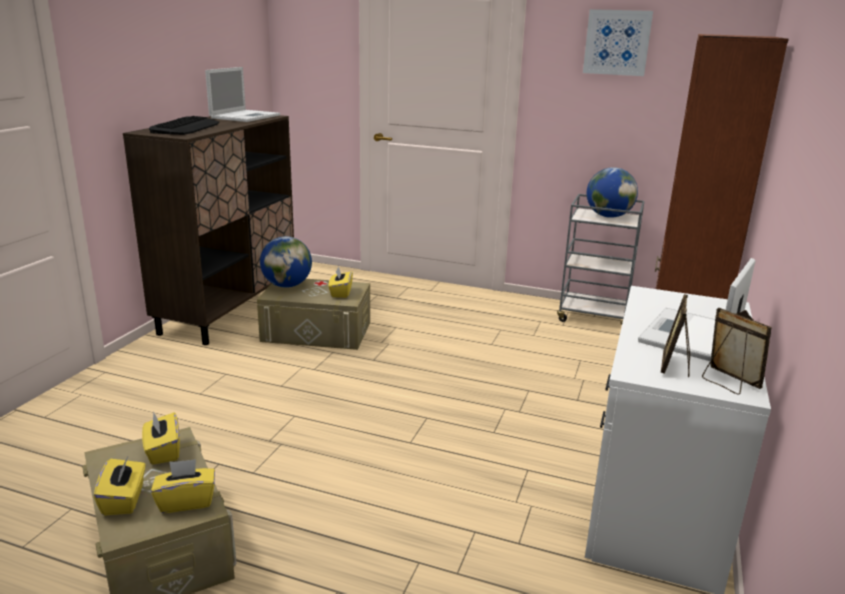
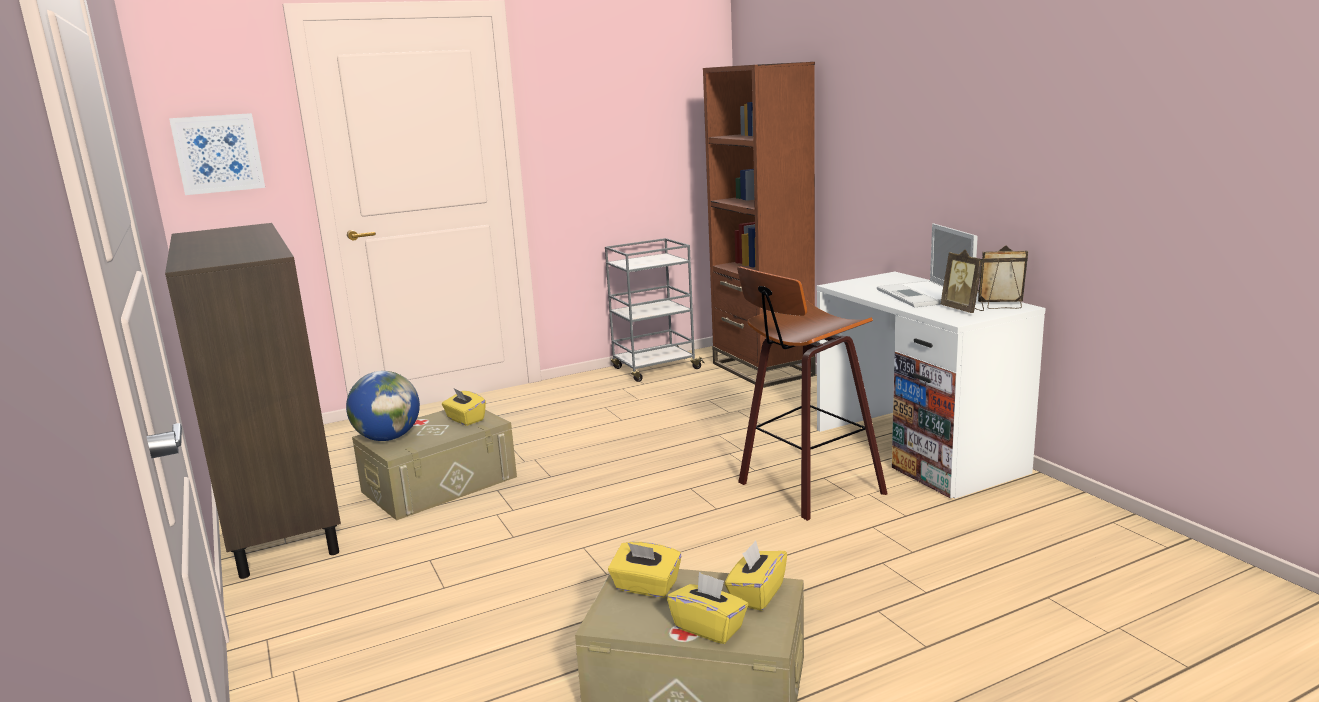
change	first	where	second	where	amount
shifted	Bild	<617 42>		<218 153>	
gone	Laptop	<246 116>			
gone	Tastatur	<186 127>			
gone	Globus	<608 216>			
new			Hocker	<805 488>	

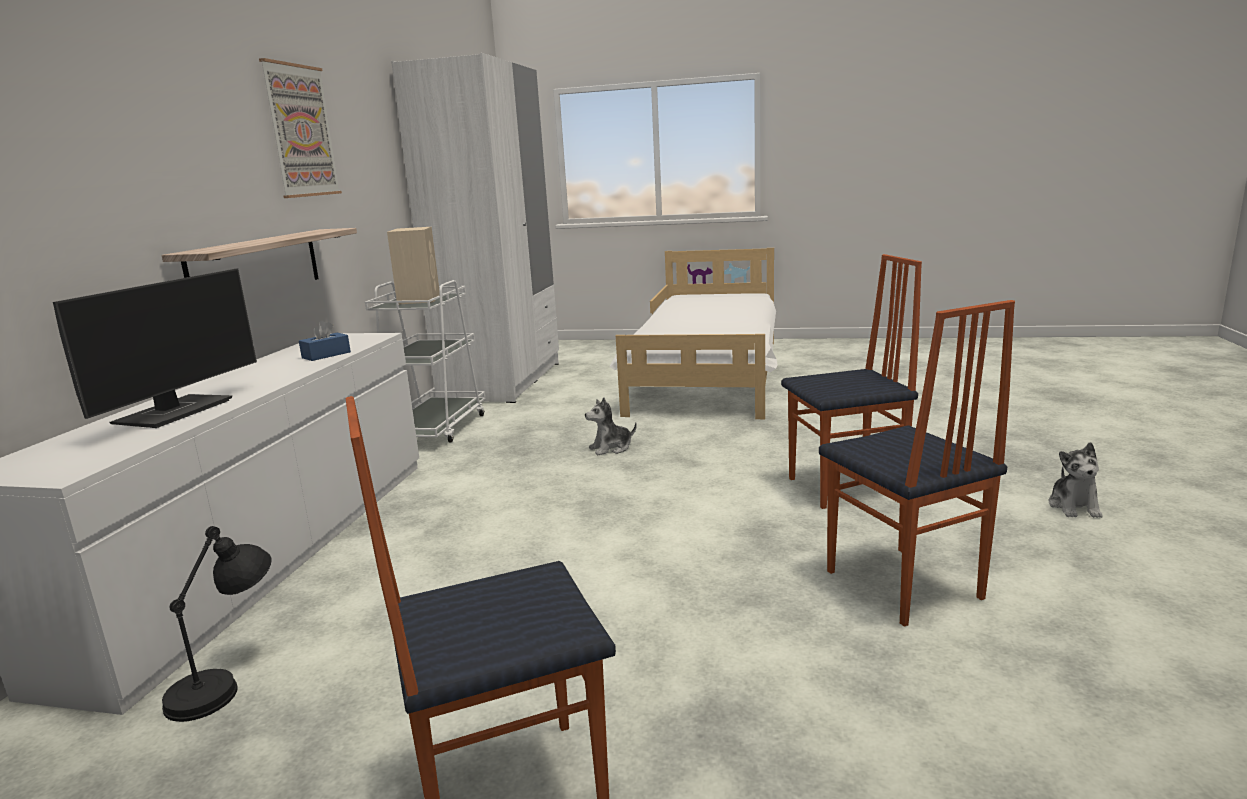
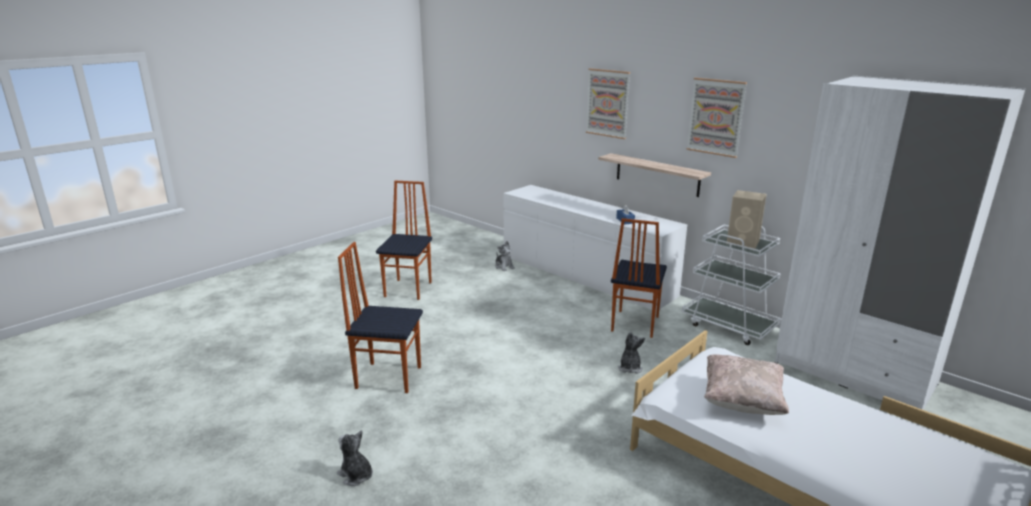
change	first	where	second	where	amount
shifted	Stuhl	<847 488>		<634 324>	
gone	Monitor	<175 411>			
swapped	Tischlampe/schwarz	<228 680>	Plüschtier	<504 266>	
new			Bild	<608 103>	
new			Kissen/beige	<742 401>	

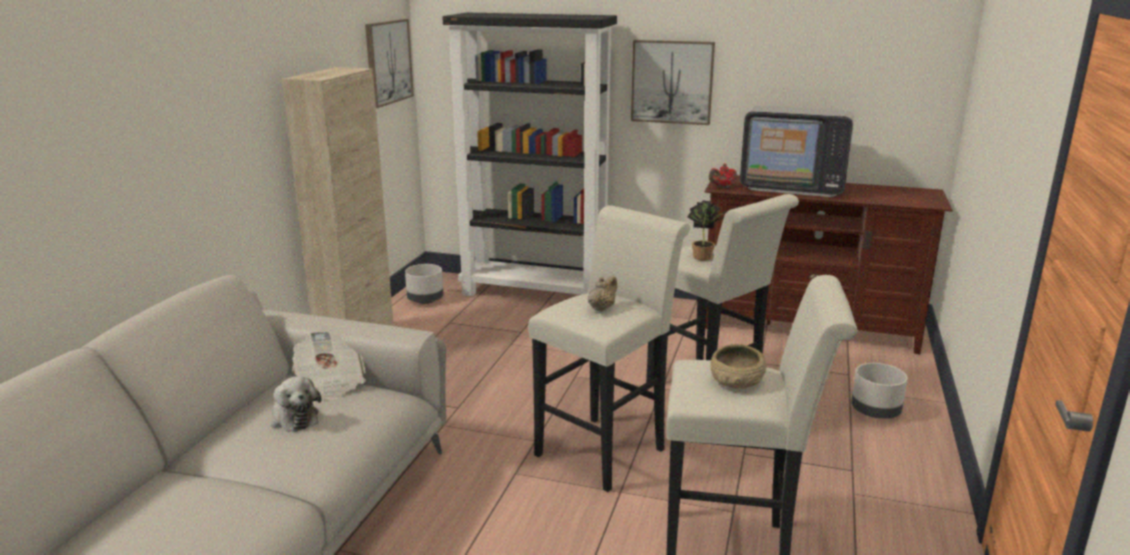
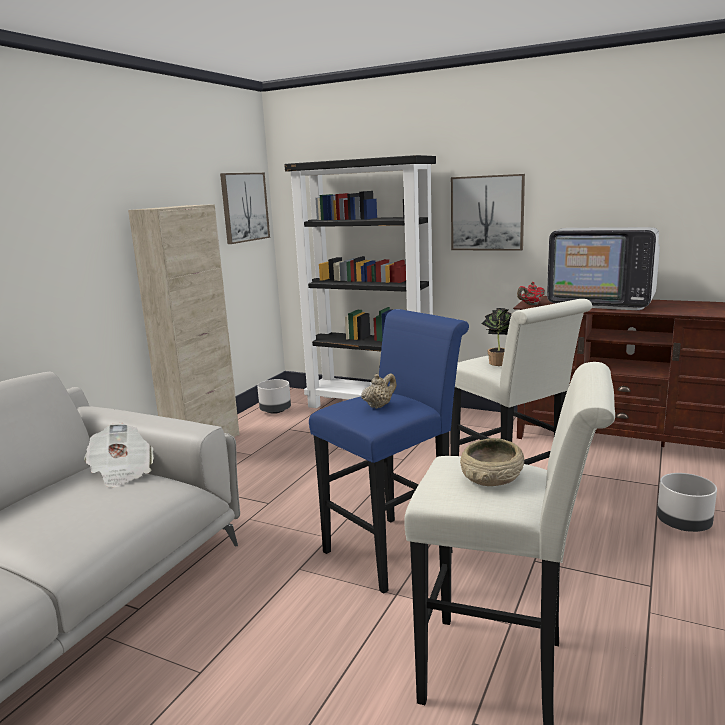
change	first	where	second	where	amount
repainted	Hocker/weiß	<606 448>	Hocker/blau	<395 549>	
gone	Plüschtier	<294 417>			

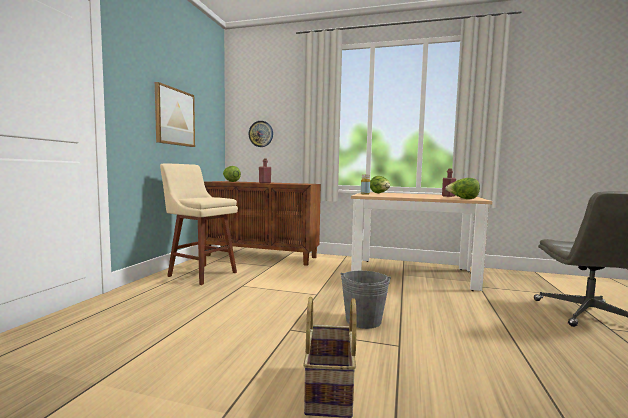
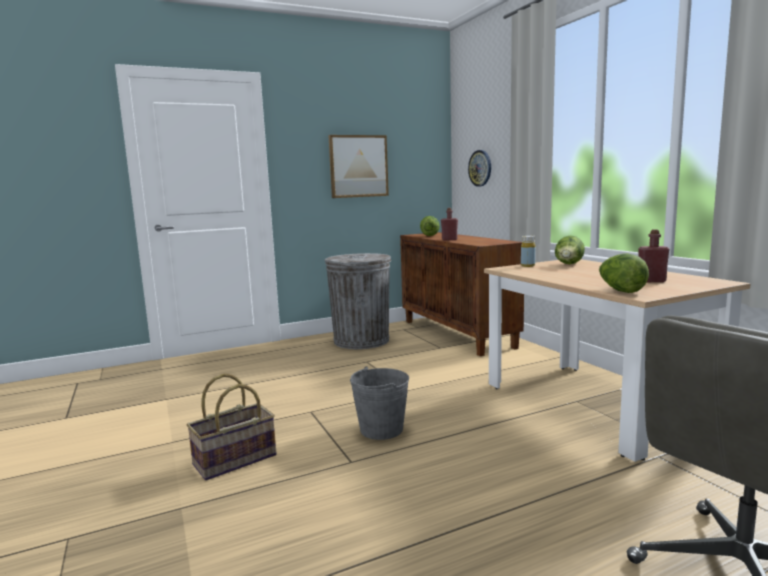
change	first	where	second	where	amount
swapped	Hocker/beige	<200 274>	Mülleimer/grau	<361 340>	

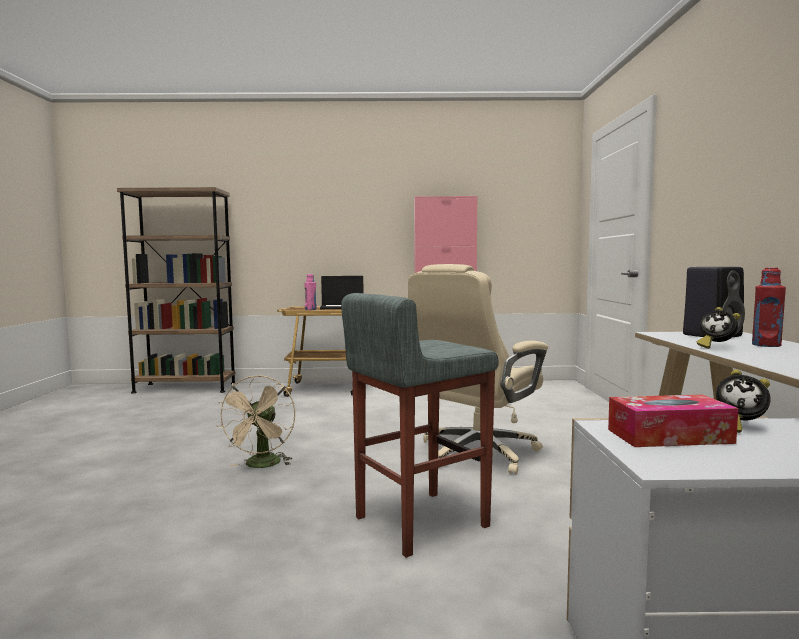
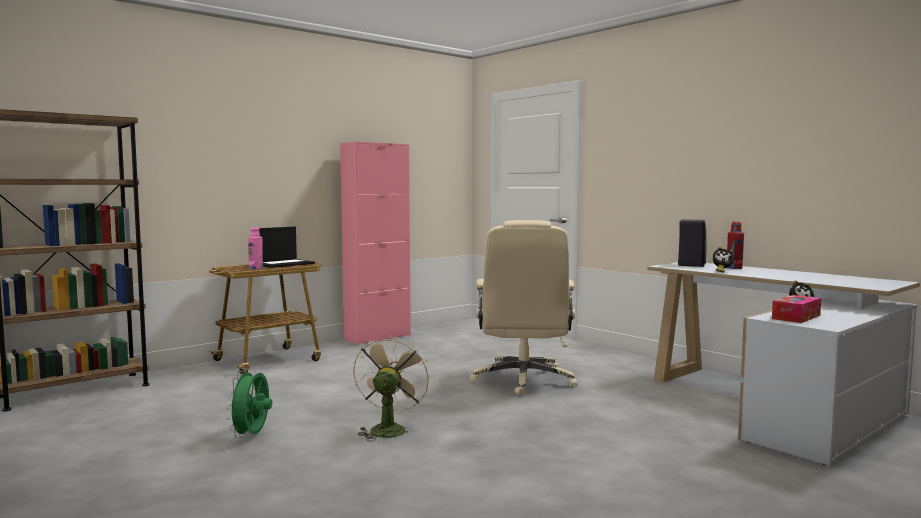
change	first	where	second	where	amount
gone	Hocker/grau	<419 521>			
rotated	Ventilator/beige	<261 465>		<388 429>	135 degrees counterclockwise
new			Ventilator/grün	<252 436>	

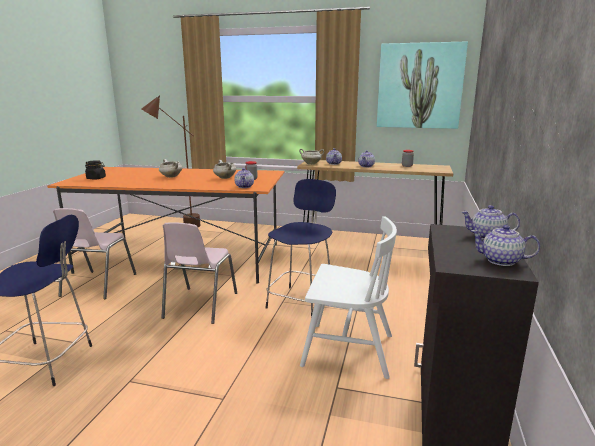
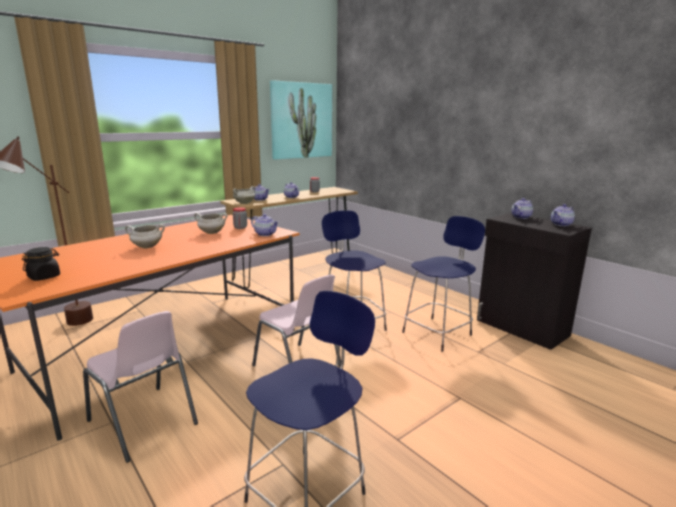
change	first	where	second	where	amount
swapped	Stuhl/weiß	<347 350>	Hocker/blau	<438 333>	

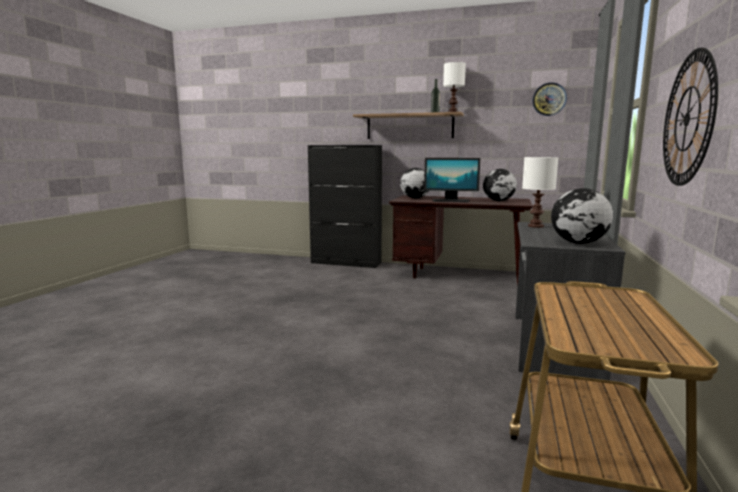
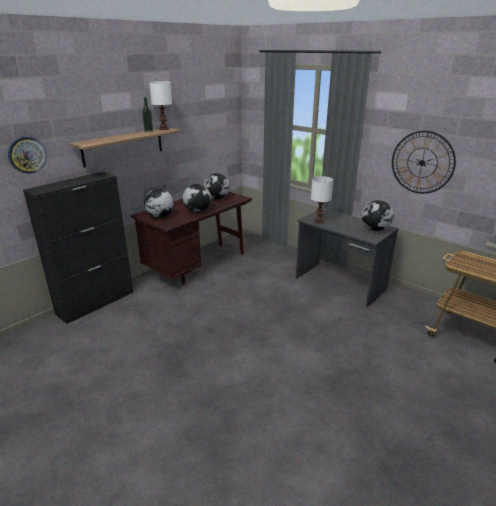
change	first	where	second	where	amount
shifted	Wanduhr	<549 99>		<27 155>	
swapped	Monitor	<450 201>	Globus	<197 211>	

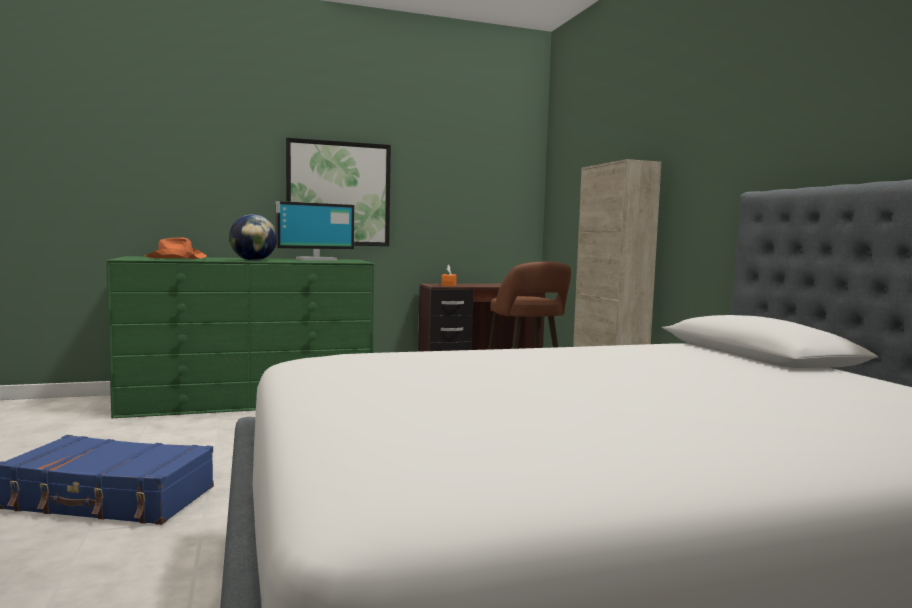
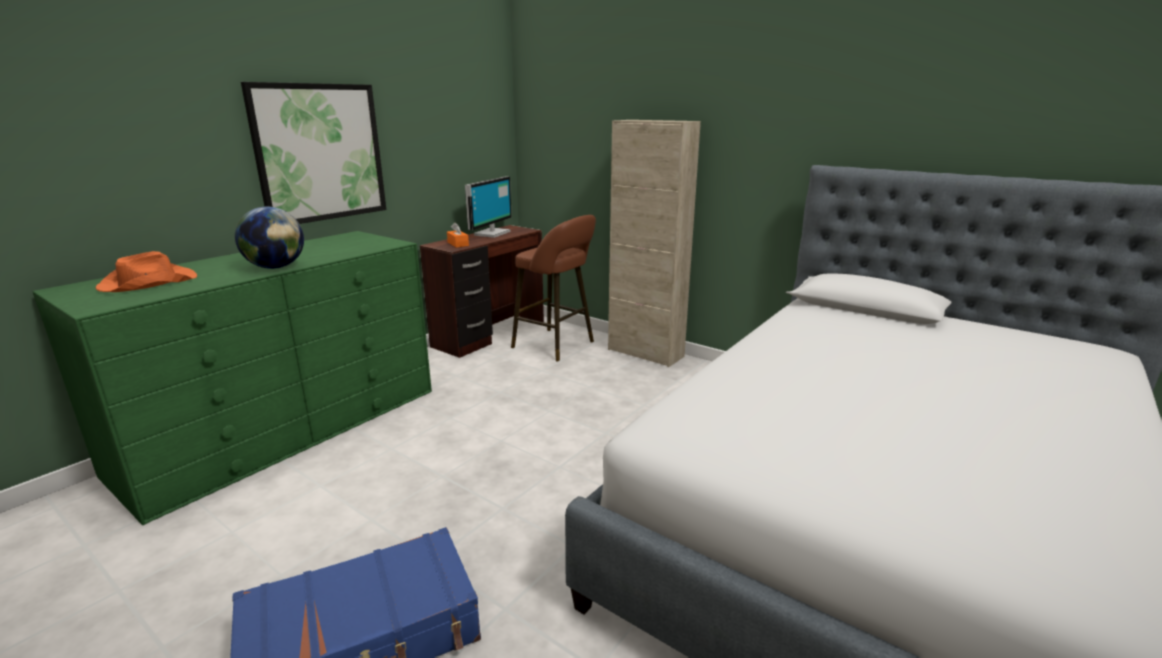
change	first	where	second	where	amount
shifted	Monitor	<315 259>		<491 233>	

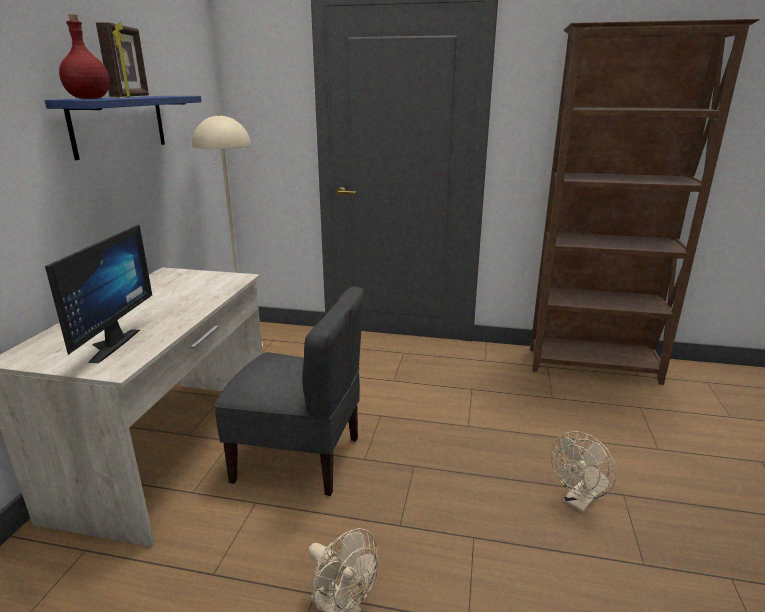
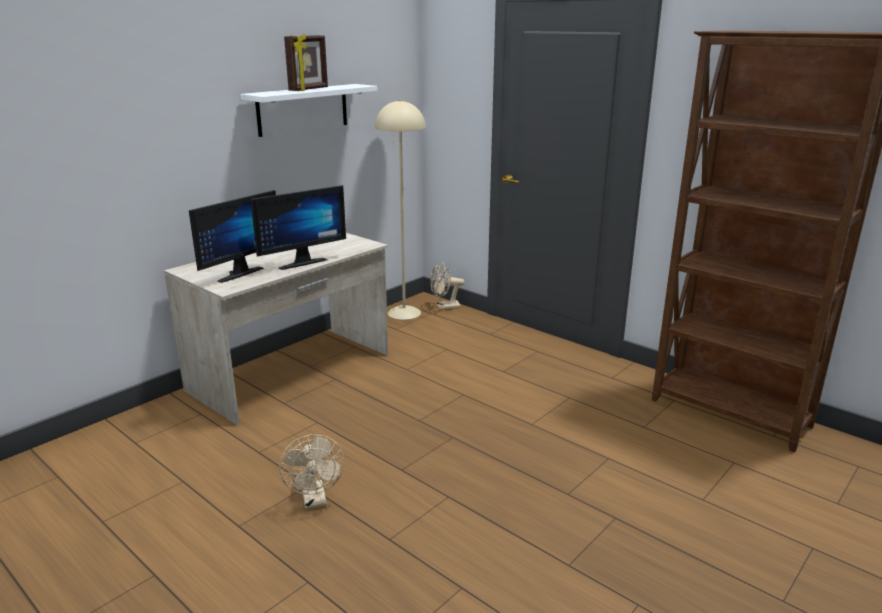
change	first	where	second	where	amount
gone	Flasche/rot	<89 98>			
repainted	Wandregal/blau	<119 124>	Wandregal/weiß	<303 109>	
gone	Stuhl/grau	<299 458>			
shifted	Ventilator/beige	<579 502>		<444 307>	
new			Monitor	<300 262>	

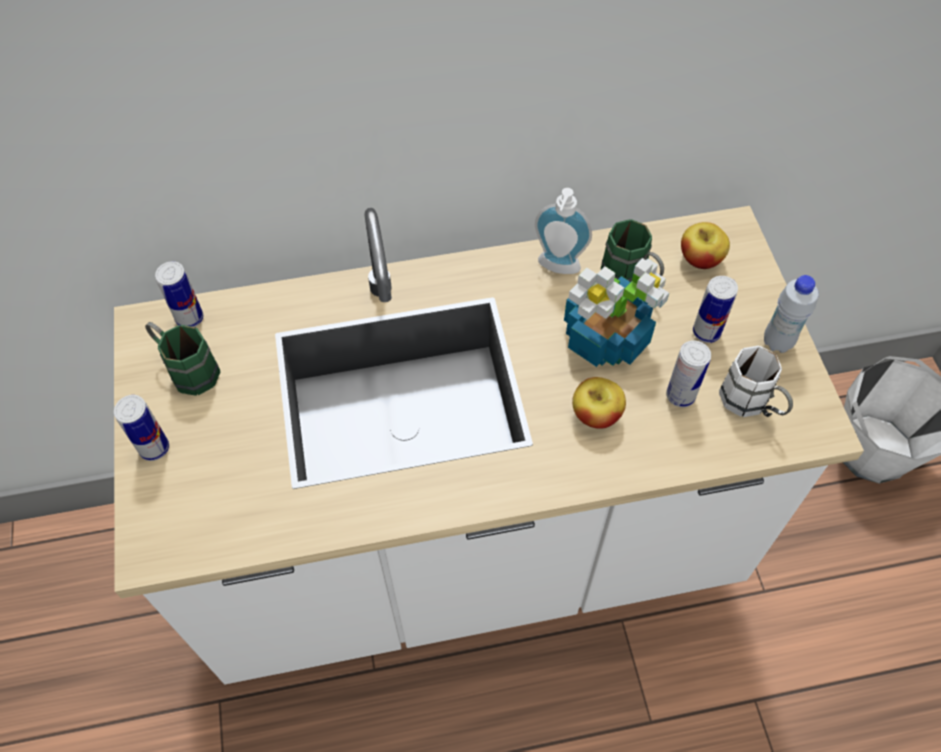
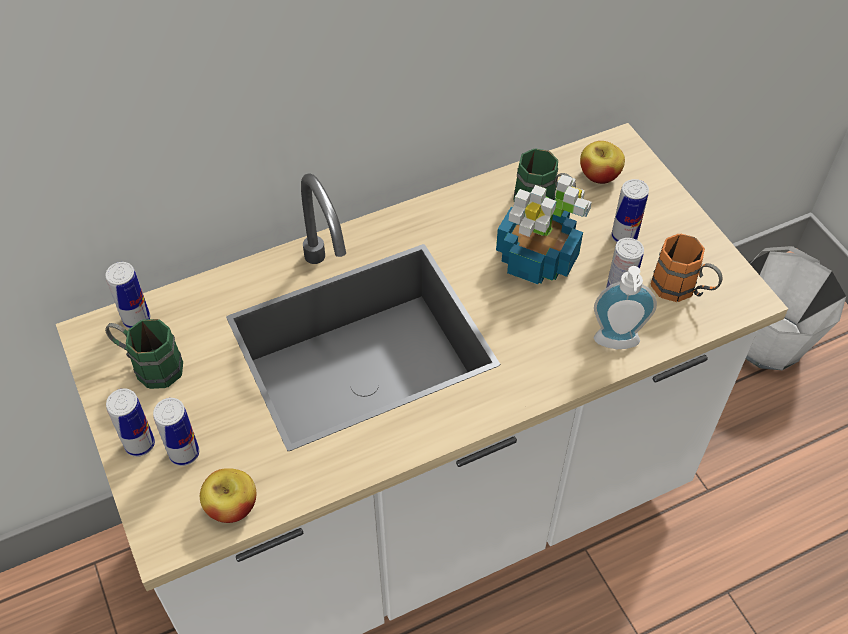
change	first	where	second	where	amount
shifted	Seifenspender	<557 268>		<616 344>	
gone	Flasche/weiß	<777 342>			
repainted	Henkelbecher/weiß	<751 405>	Henkelbecher/orange	<682 290>	
shifted	Apfel	<596 414>		<232 507>	
new			Dose	<184 453>	

